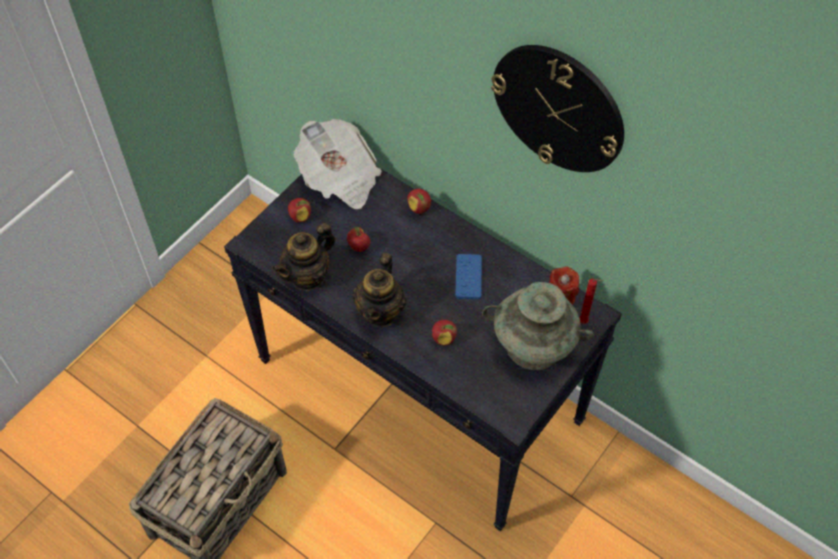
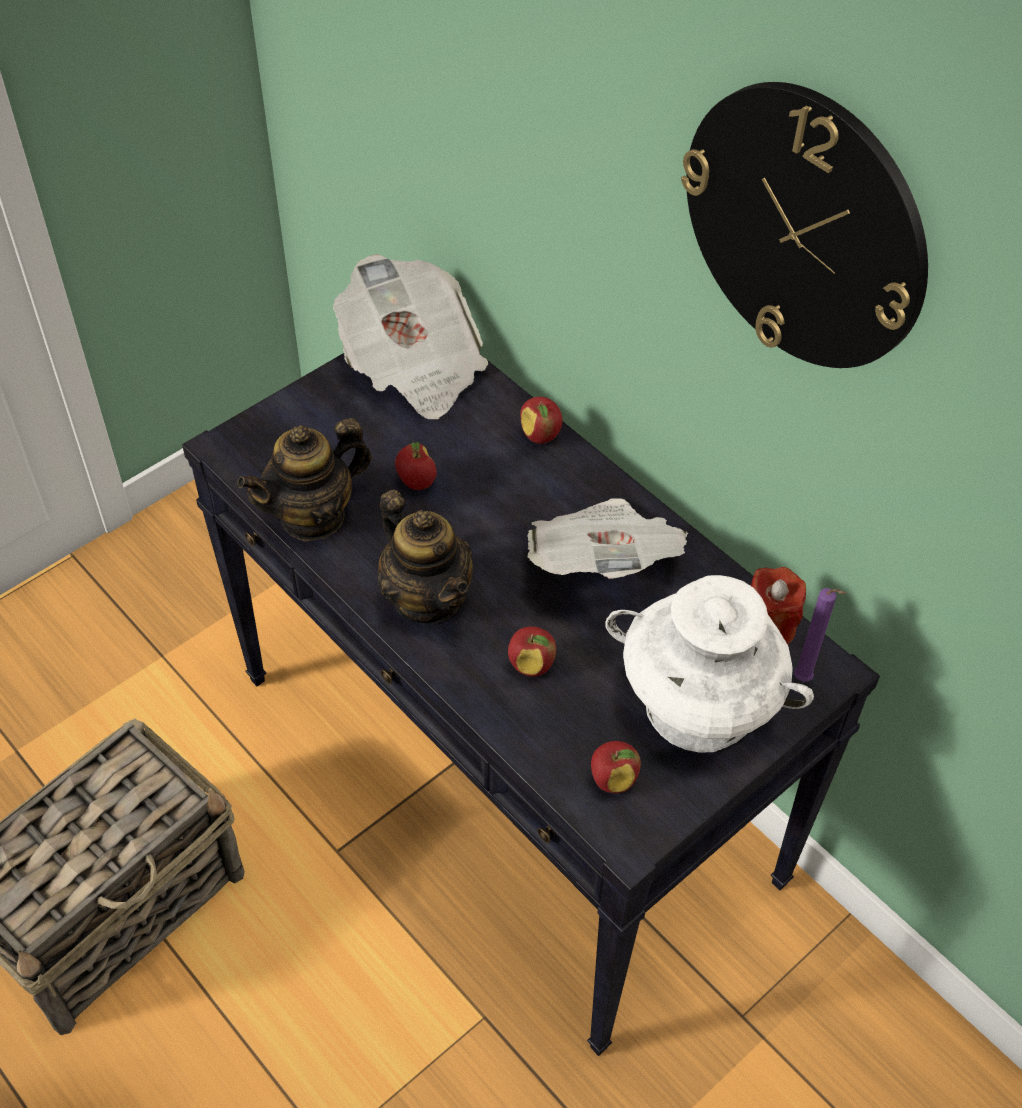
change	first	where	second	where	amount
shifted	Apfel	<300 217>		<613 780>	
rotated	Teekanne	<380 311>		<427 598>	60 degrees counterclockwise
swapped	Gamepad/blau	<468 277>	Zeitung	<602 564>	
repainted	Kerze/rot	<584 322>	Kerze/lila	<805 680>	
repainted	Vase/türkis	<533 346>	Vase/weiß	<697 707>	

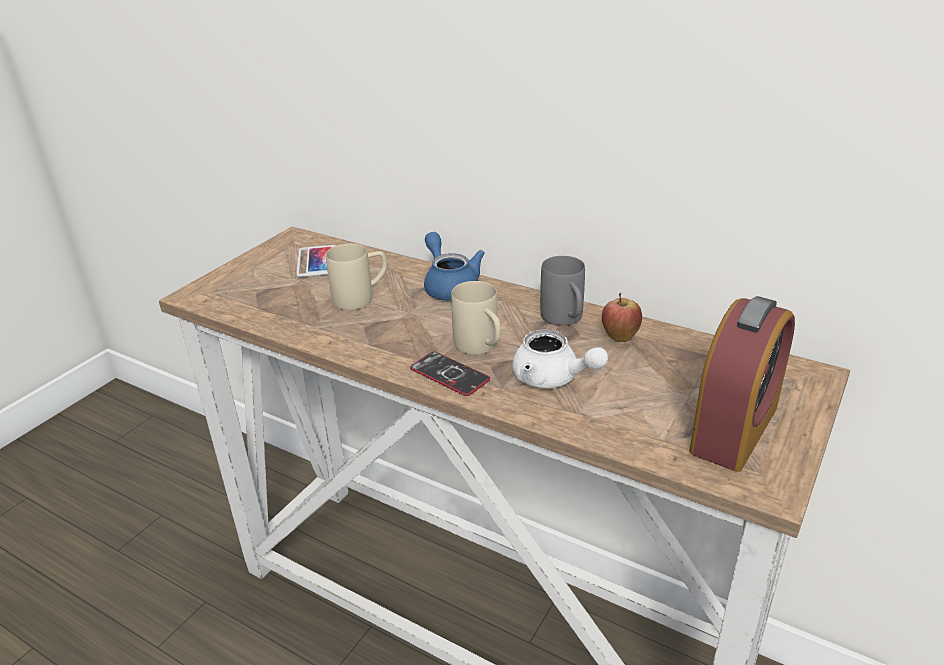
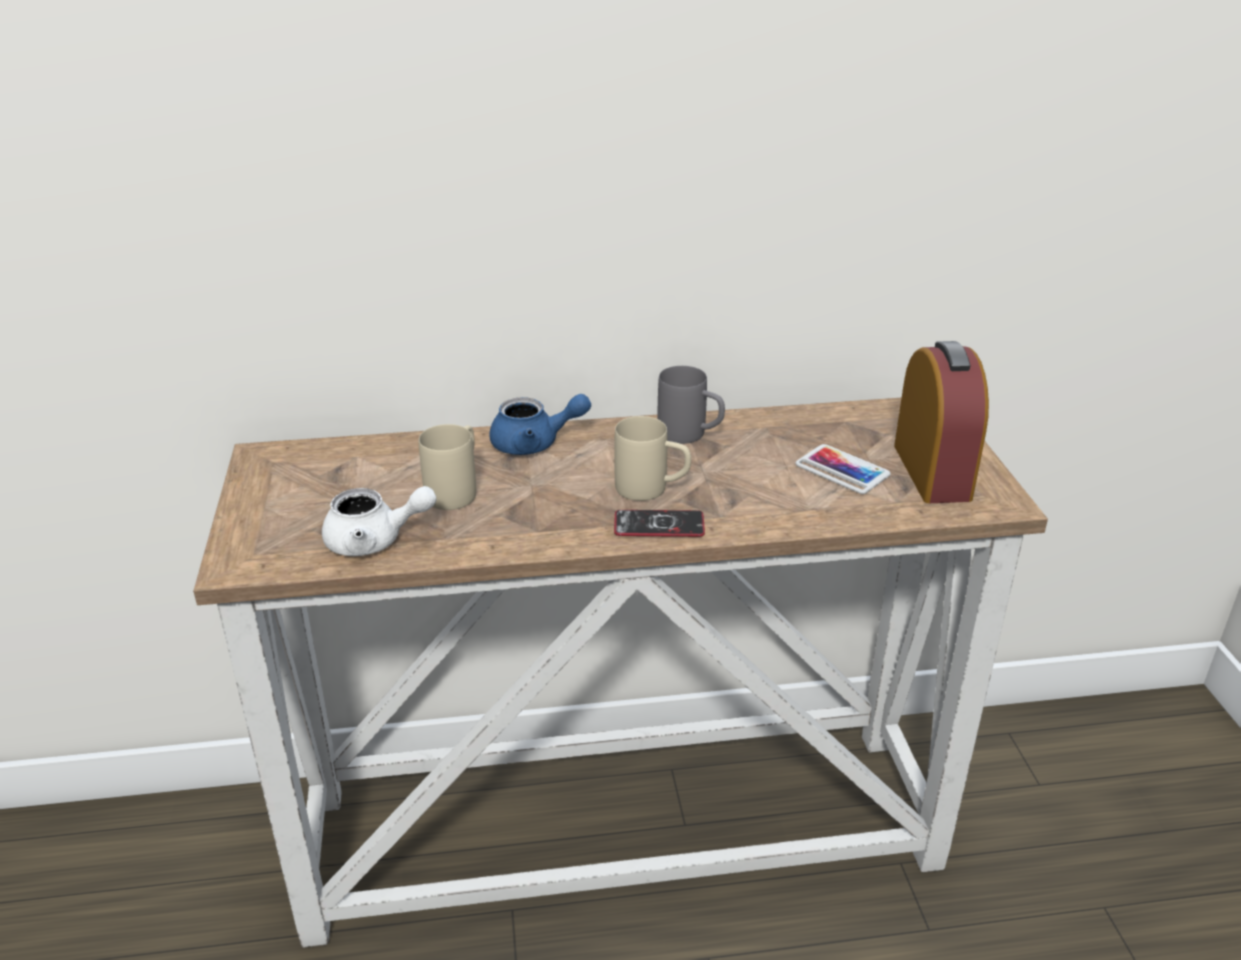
change	first	where	second	where	amount
rotated	Teekanne/blau	<450 286>		<535 444>	150 degrees clockwise
shifted	Handy	<317 261>		<842 470>	
gone	Apfel	<619 338>			
shifted	Teekanne/weiß	<553 378>		<375 541>	

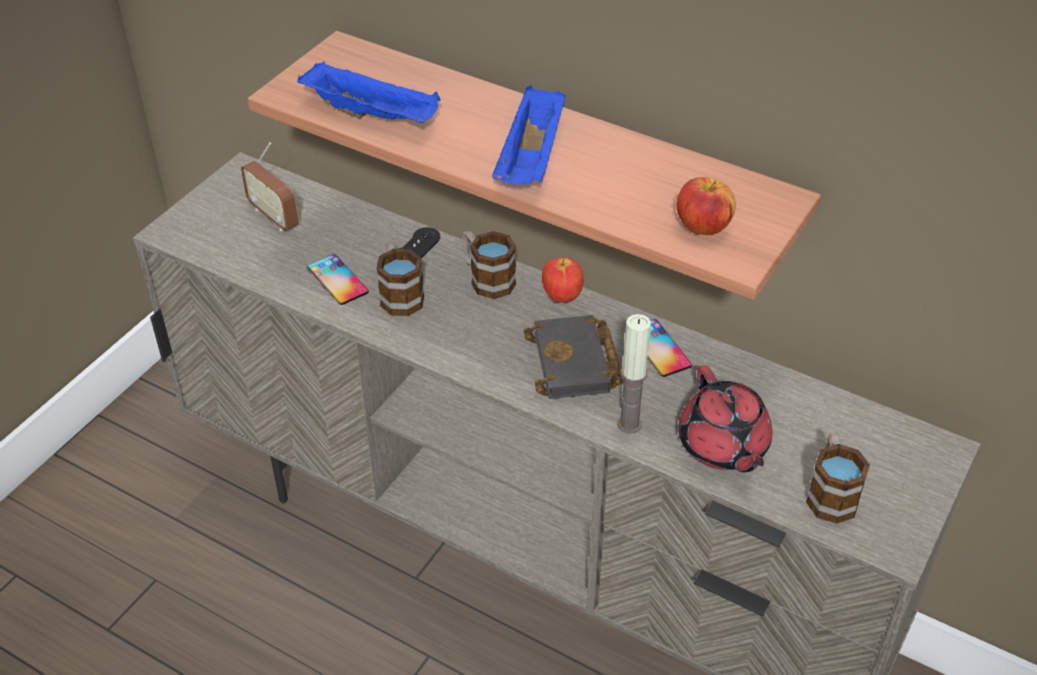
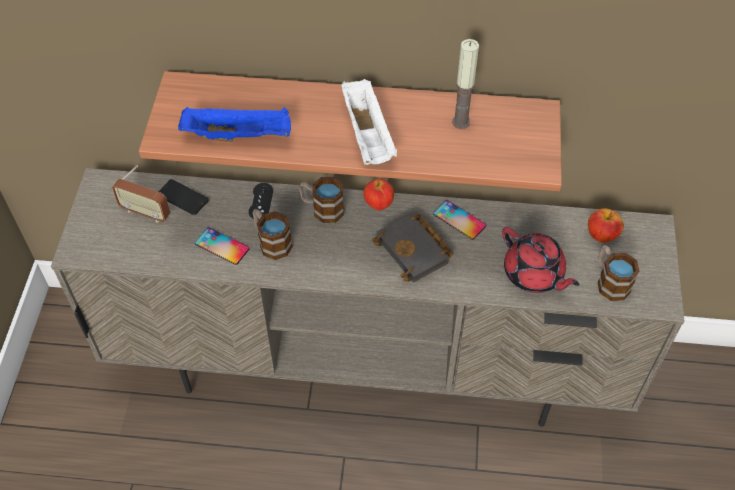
change	first	where	second	where	amount
repainted	Tablett/blau	<531 159>	Tablett/weiß	<368 135>	
shifted	Apfel	<702 226>		<601 235>	
shifted	Kerze	<629 424>		<461 122>	
new			Handy	<182 197>	

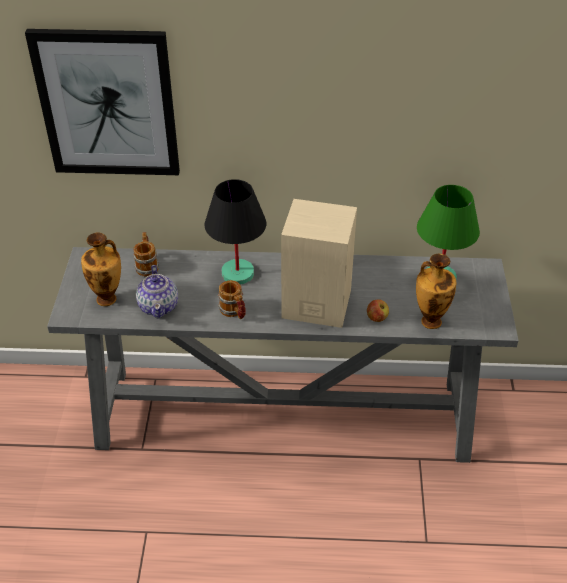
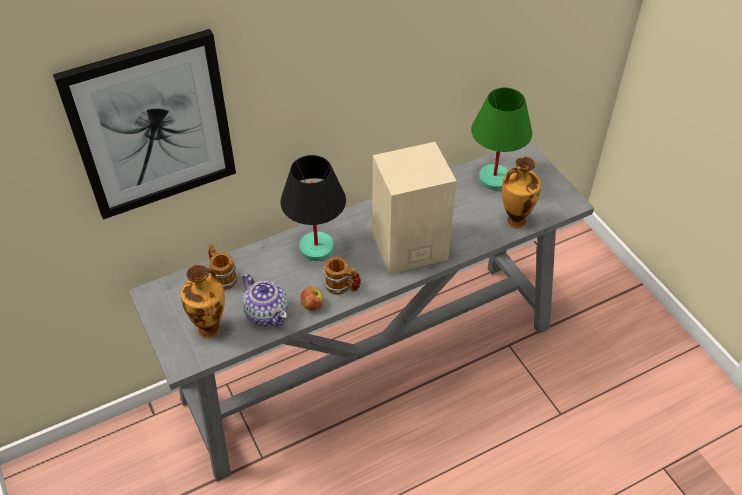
change	first	where	second	where	amount
shifted	Apfel	<377 318>		<312 305>	

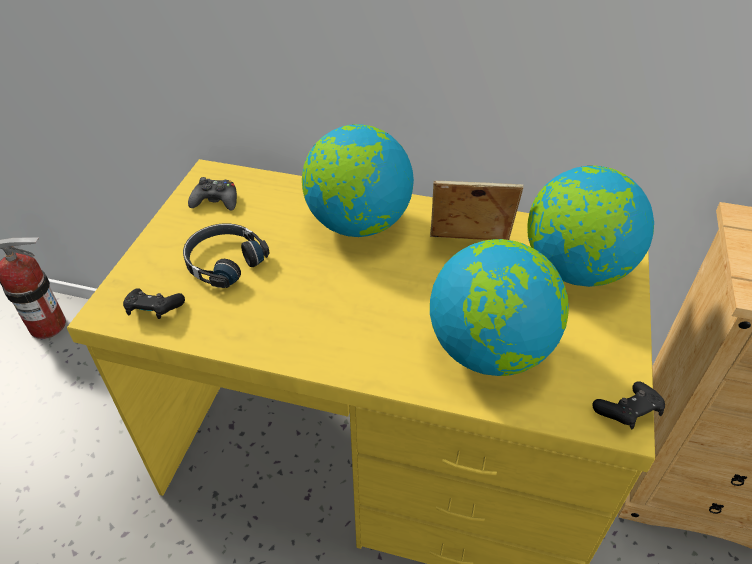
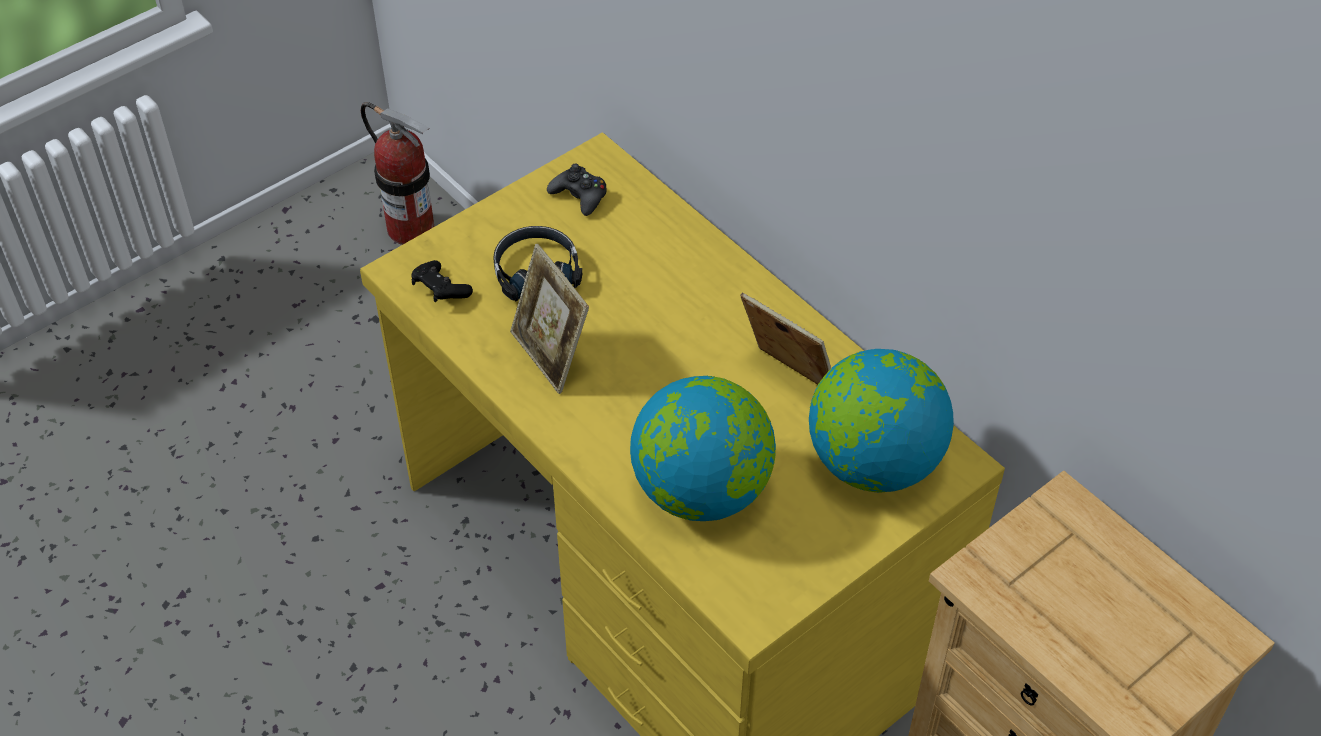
change	first	where	second	where	amount
gone	Globus	<358 224>			
gone	Gamepad/schwarz	<627 412>			
new			Bilderrahmen	<551 355>	

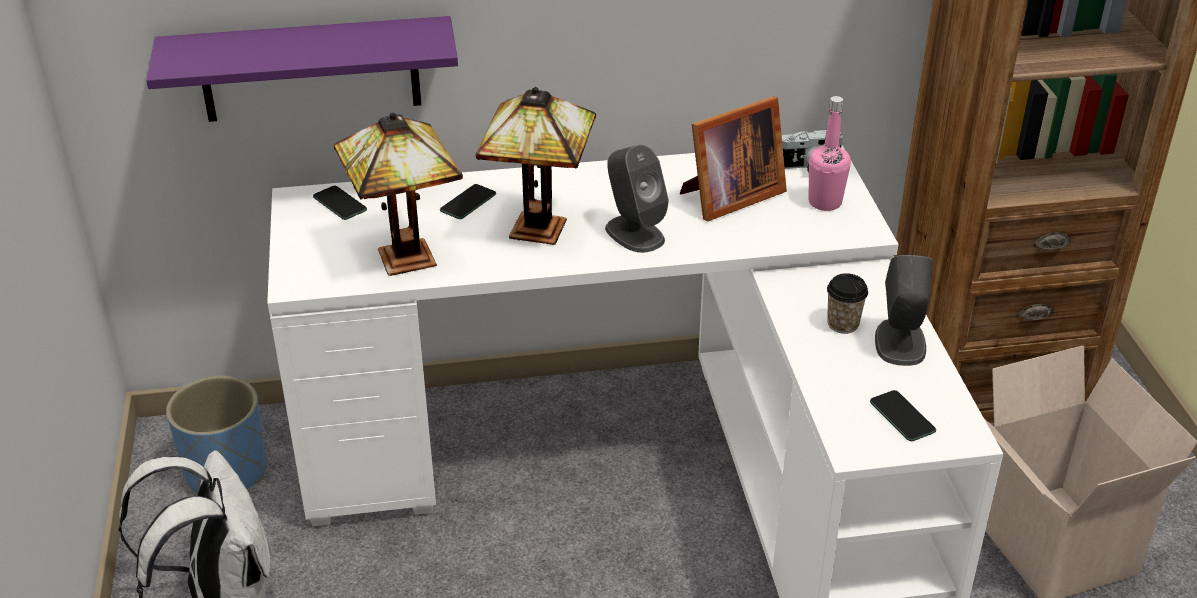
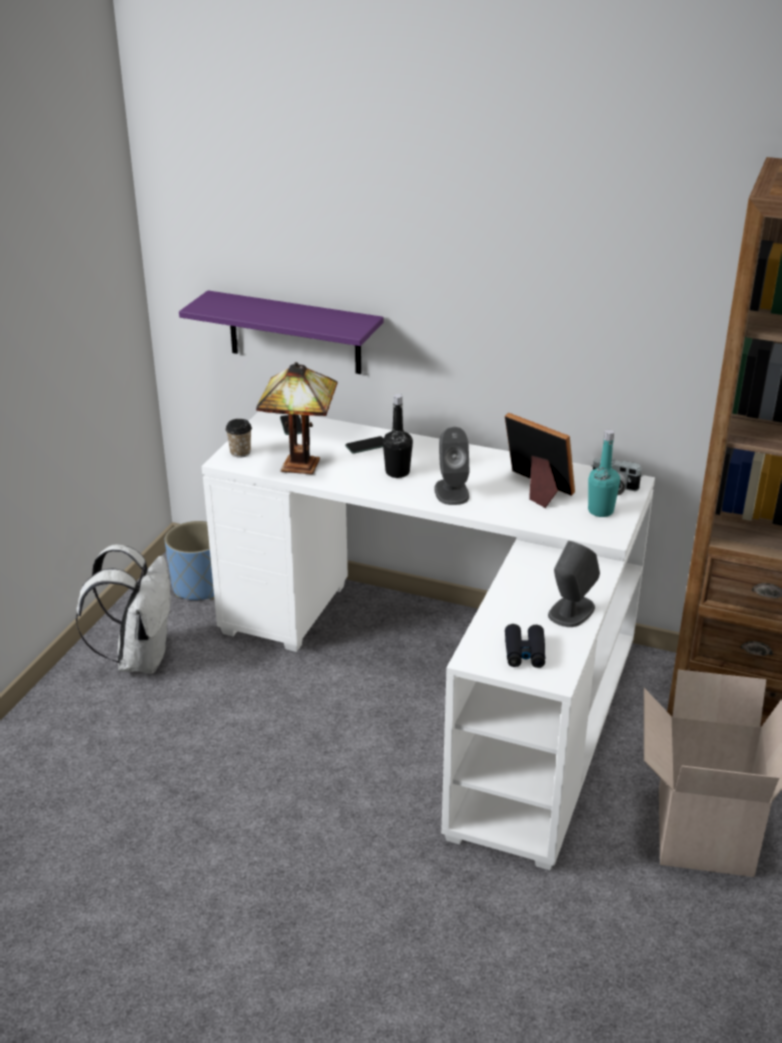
change	first	where	second	where	amount
swapped	Tischlampe	<543 228>	Flasche/schwarz	<397 472>	
rotated	Bilderrahmen	<728 197>		<536 489>	135 degrees counterclockwise
repainted	Flasche/rosa	<825 202>	Flasche/türkis	<600 511>	
shifted	Tasse	<843 324>		<240 452>	
swapped	Handy	<902 416>	Fernglas/schwarz	<524 652>	

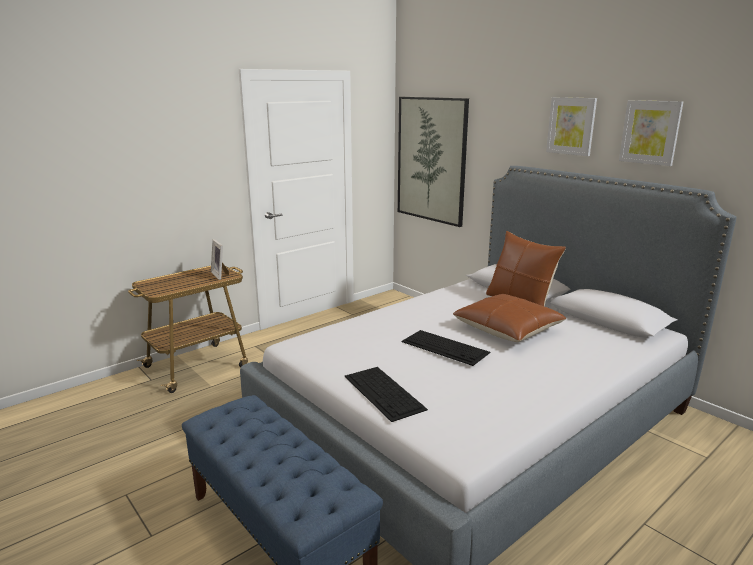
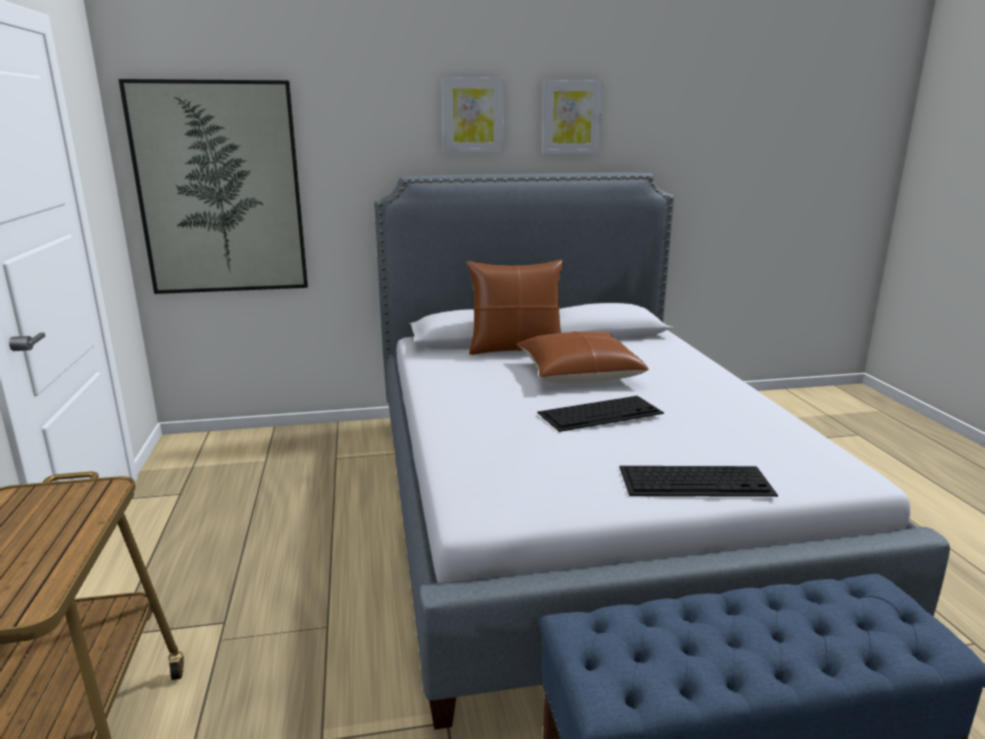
change	first	where	second	where	amount
gone	Bilderrahmen	<221 275>			

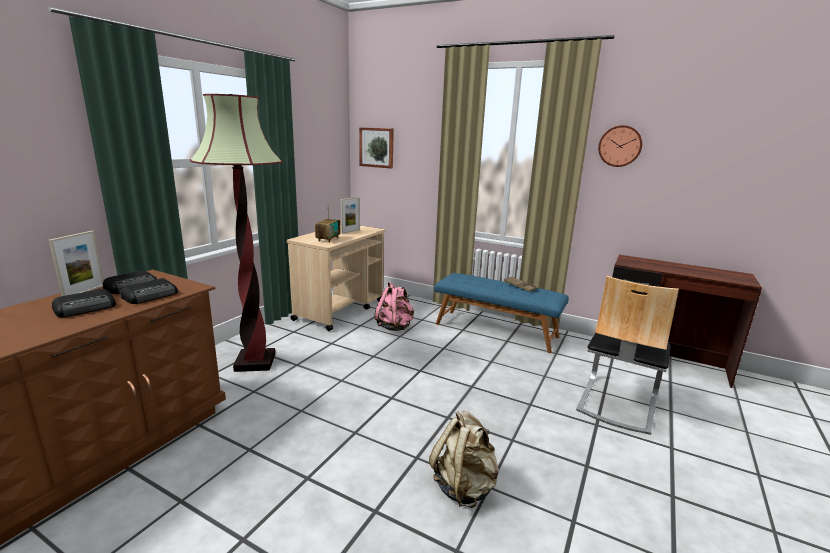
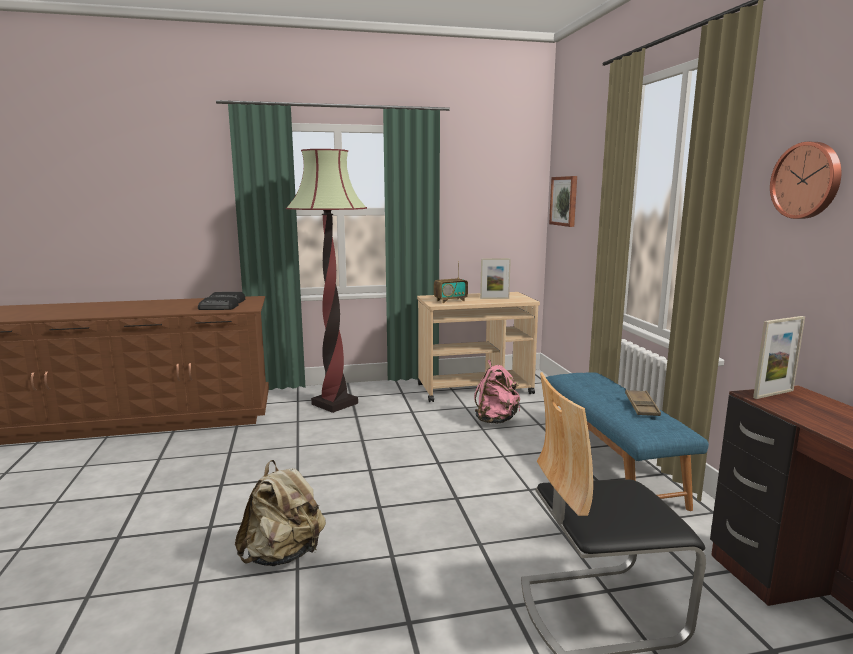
change	first	where	second	where	amount
shifted	Bilderrahmen	<84 292>		<773 394>	
gone	Radio	<86 308>			

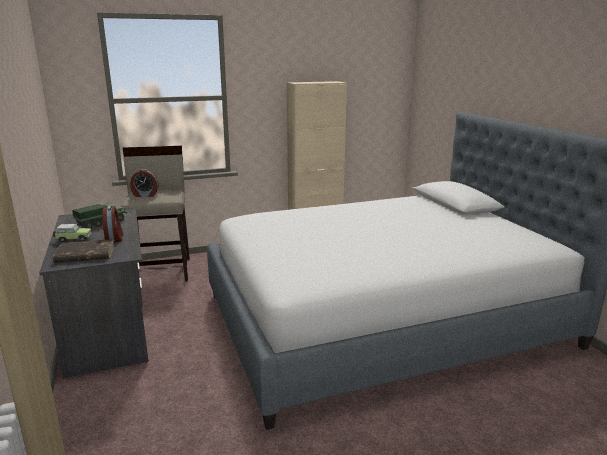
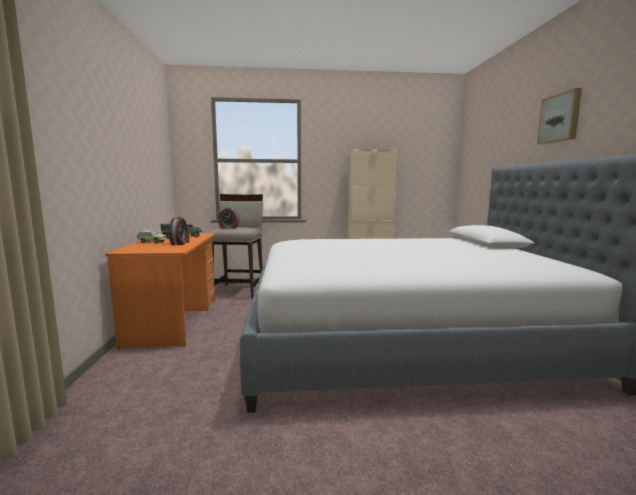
change	first	where	second	where	amount
repainted	Schreibtisch/grau	<108 327>	Schreibtisch/orange	<174 320>	
gone	Buch/braun	<84 255>			
new			Bild	<560 118>	

